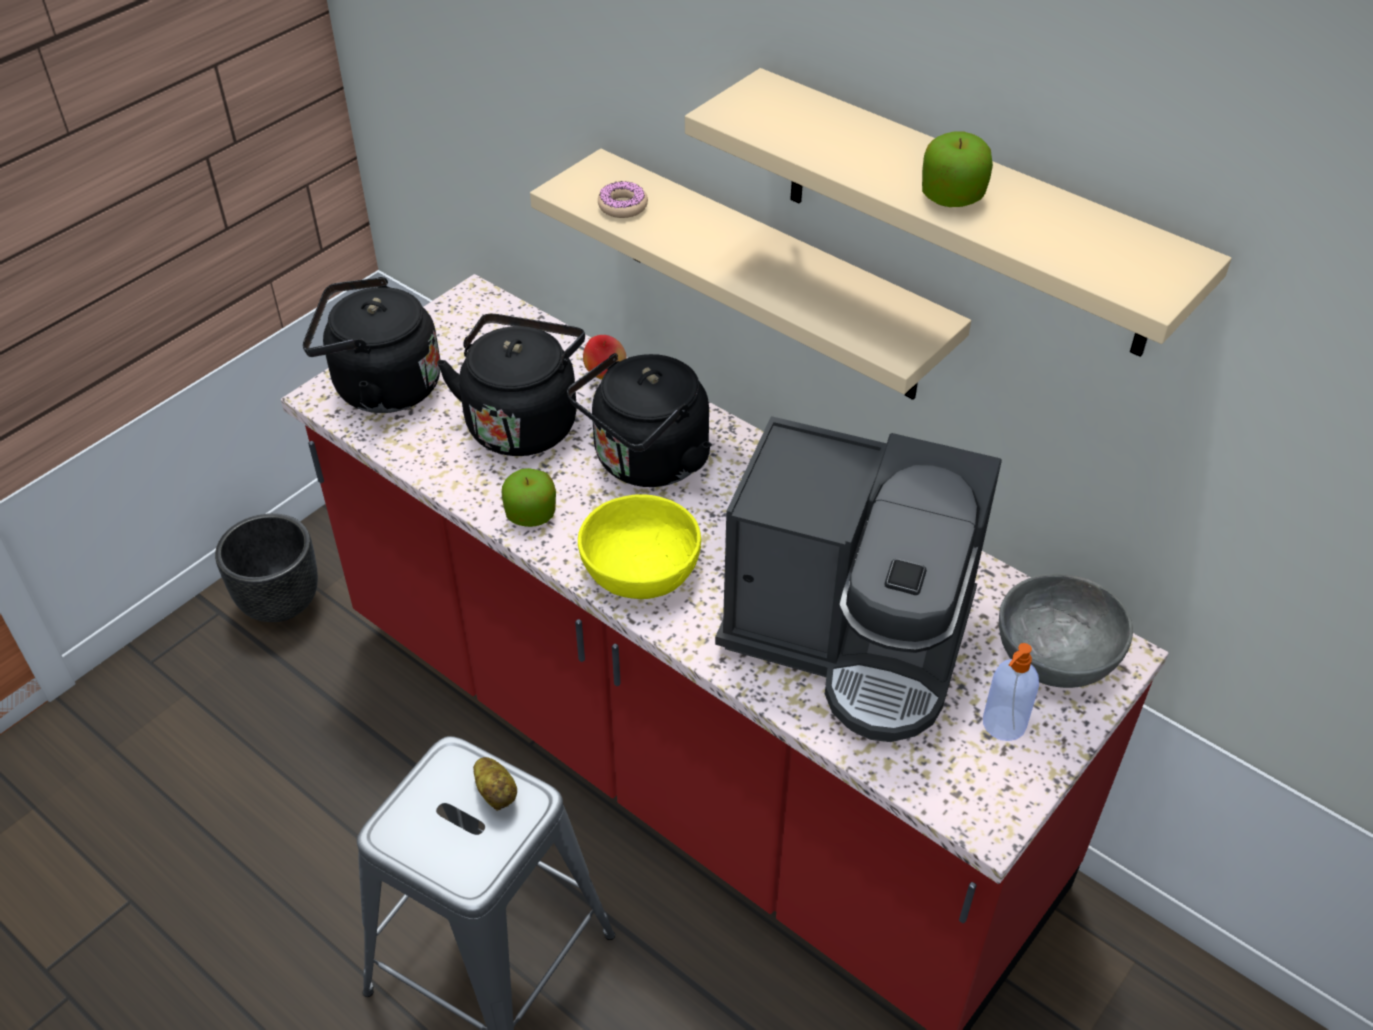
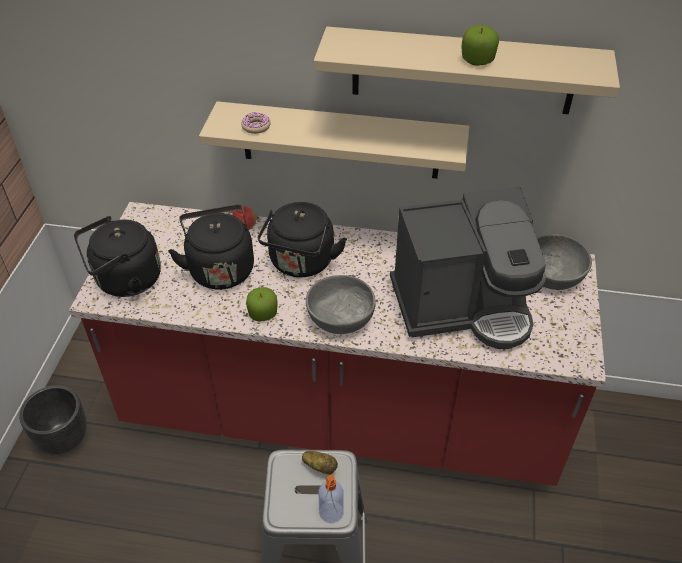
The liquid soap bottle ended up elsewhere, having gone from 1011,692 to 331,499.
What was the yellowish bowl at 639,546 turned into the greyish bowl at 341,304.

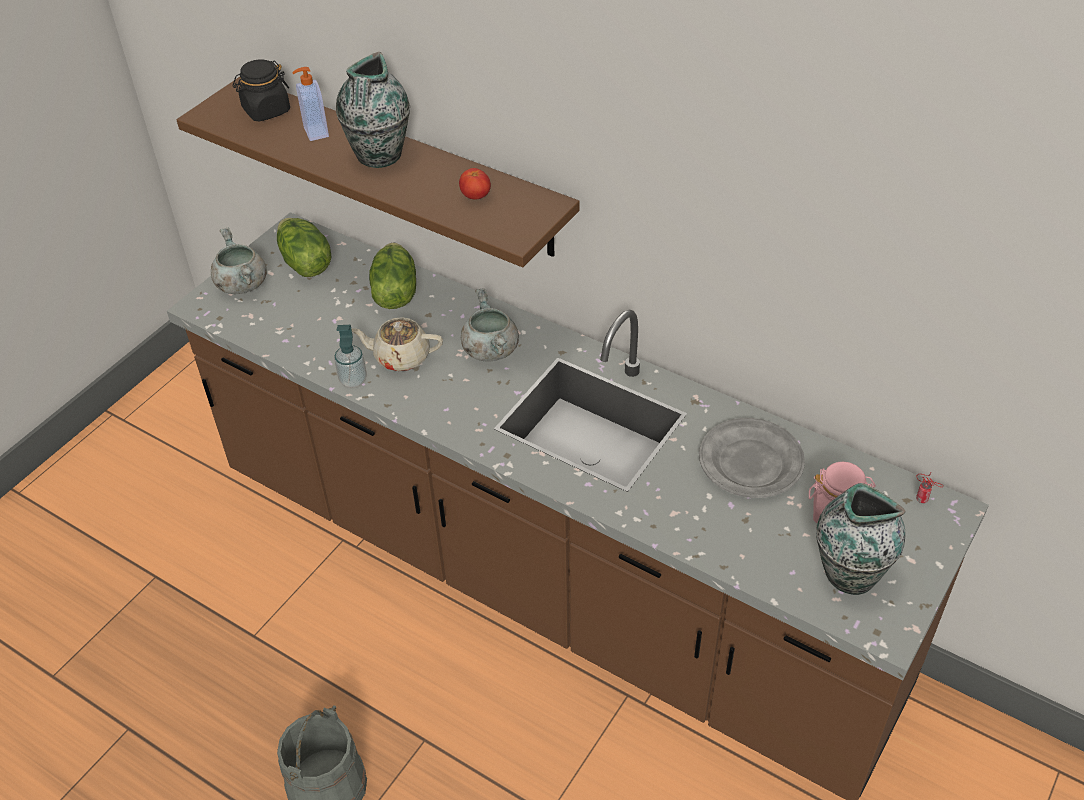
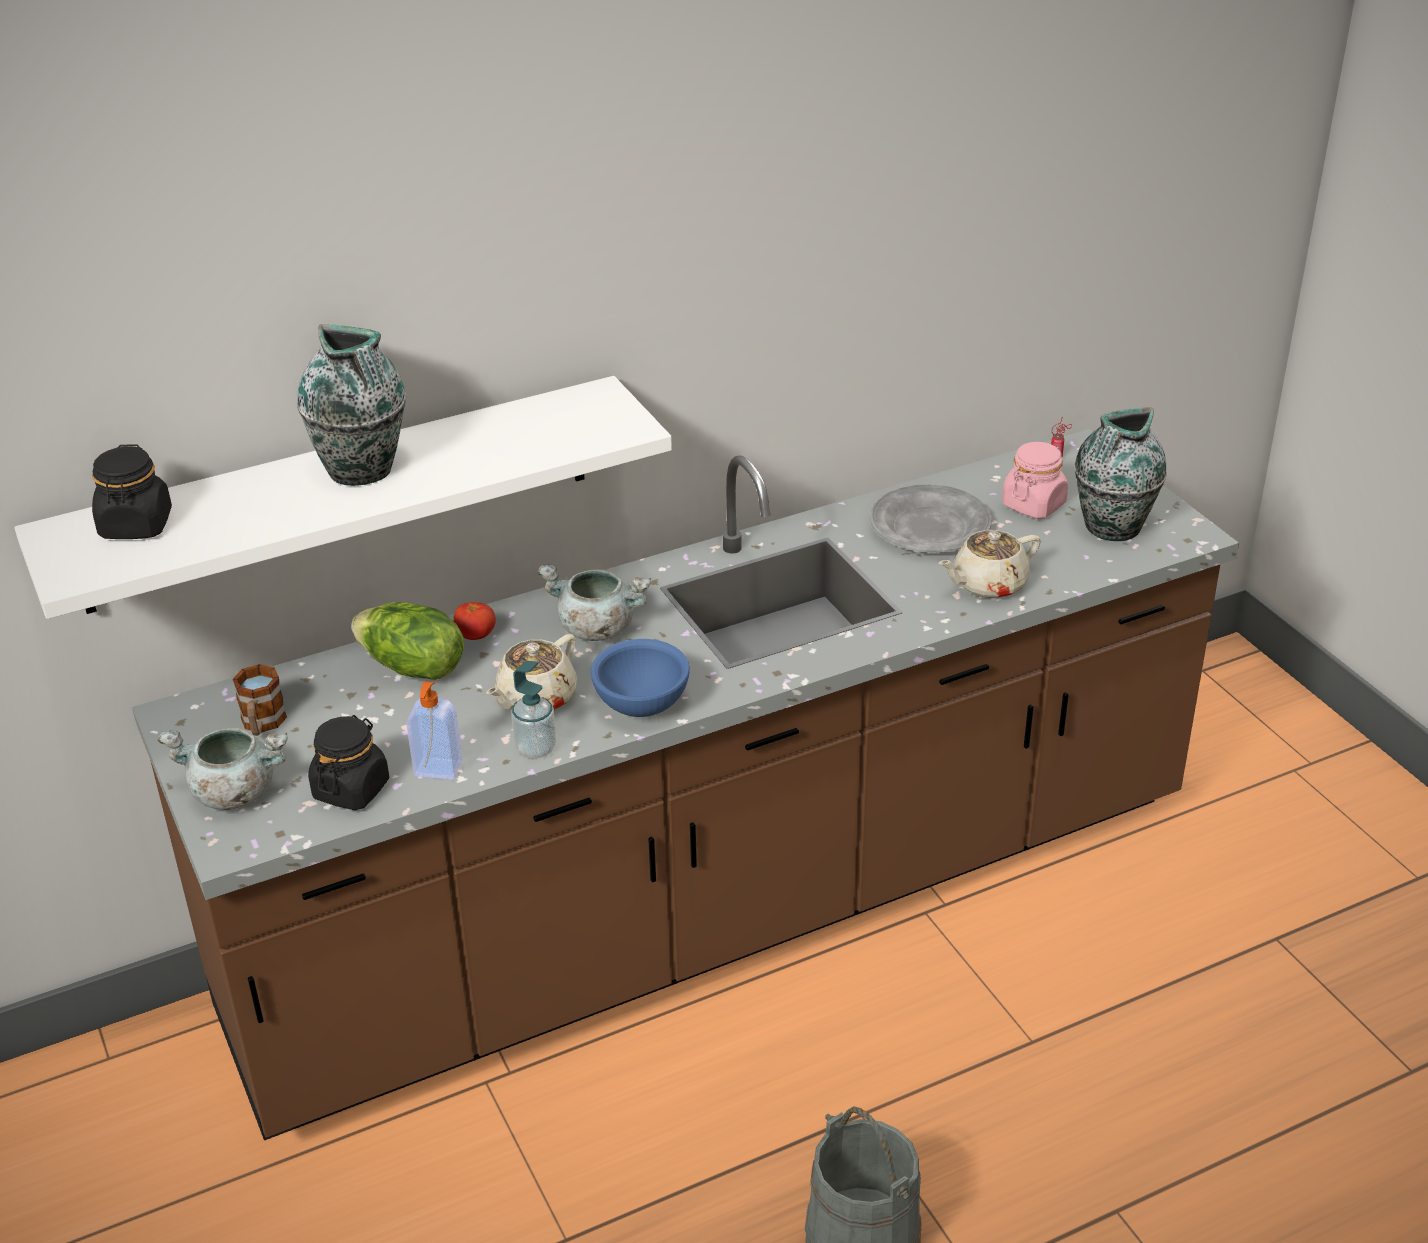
The second view gained the black jar at 348,762.
The second view gained the blue bowl at 640,678.
The second view gained the sand-coloured tea pot at 990,564.
The liquid soap bottle ended up elsewhere, having gone from 310,104 to 434,730.
The tomato ended up elsewhere, having gone from 475,183 to 475,621.
Where the head of lettuce stood at 304,247, the coffee mug came to stand at 260,700.
What was the brownish bracket shelf at 378,172 turned into the whitish bracket shelf at 343,497.

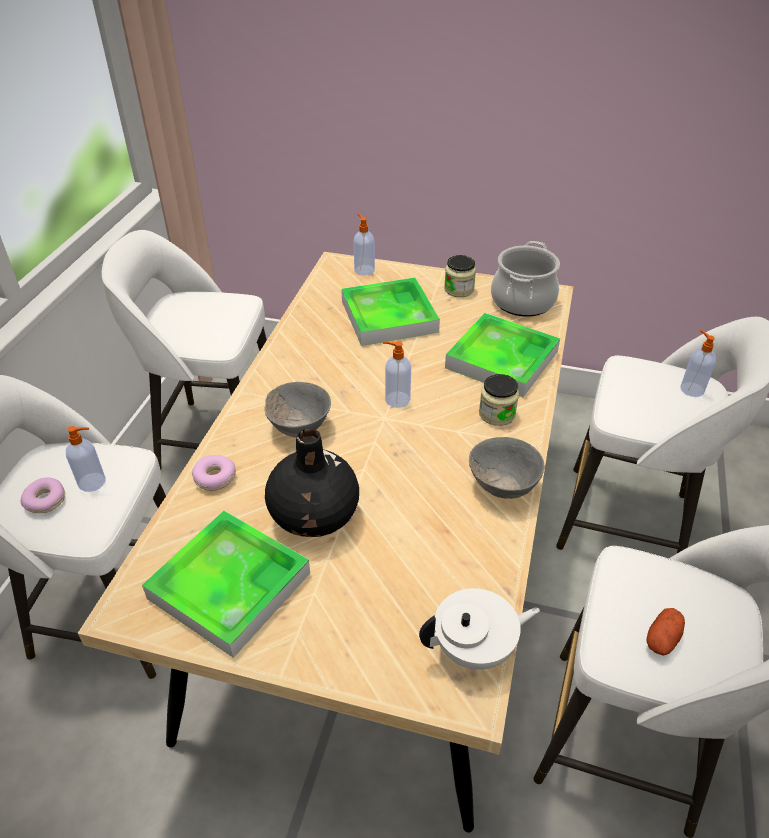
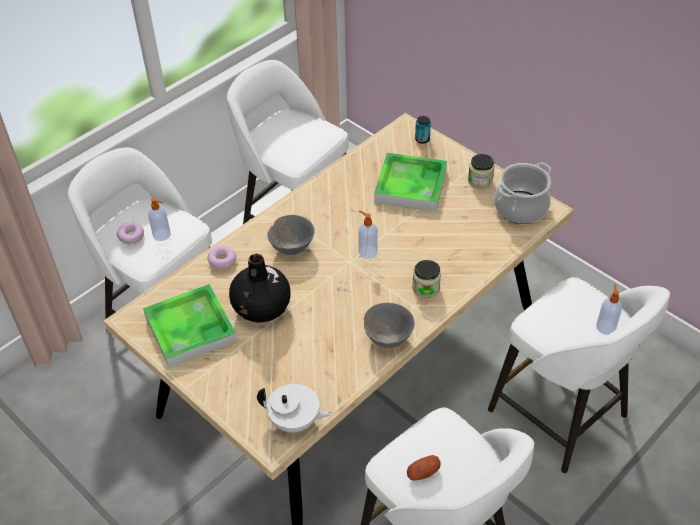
The second view lost the carrying tray at 502,355.
Where the liquid soap bottle stood at 364,245, the can came to stand at 423,130.

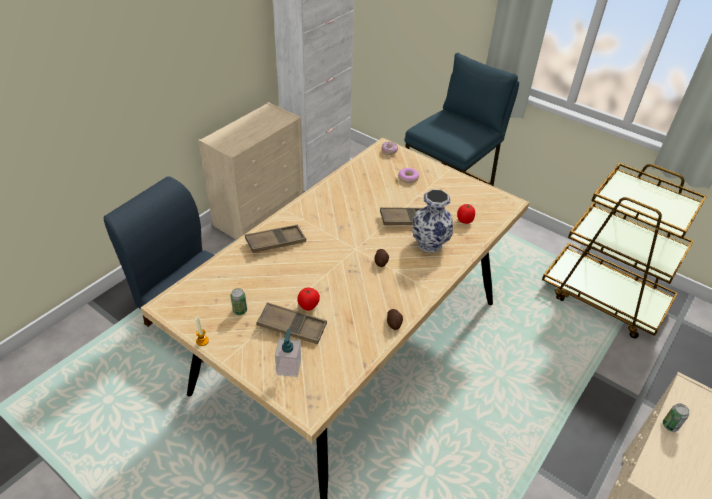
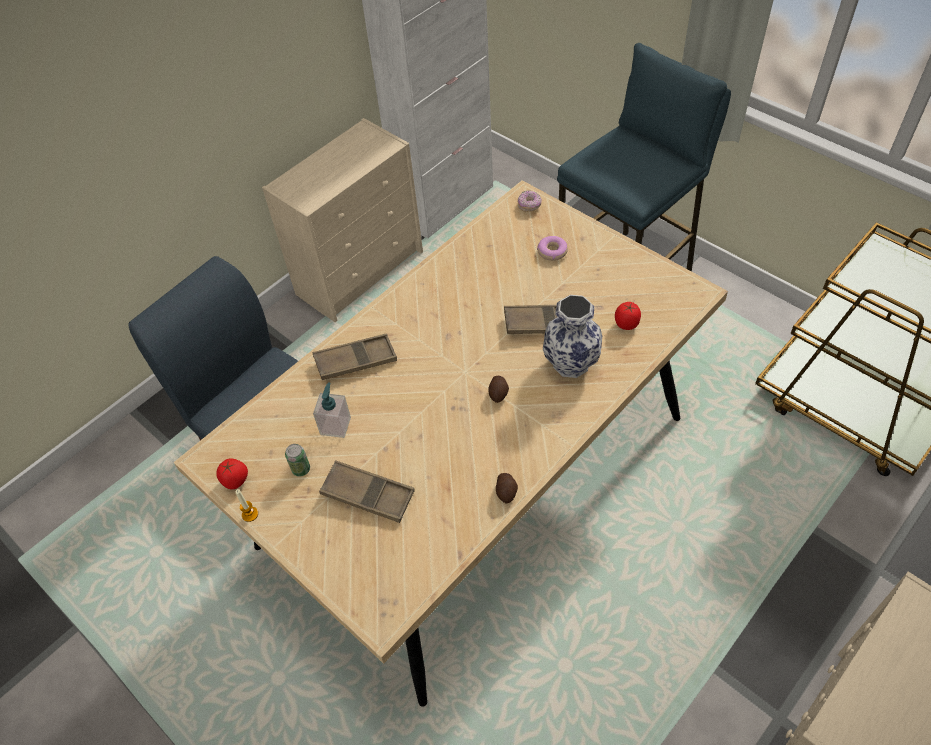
The second view lost the can at 676,417.
The liquid soap bottle ended up elsewhere, having gone from 288,353 to 332,410.
The tomato ended up elsewhere, having gone from 309,299 to 232,474.

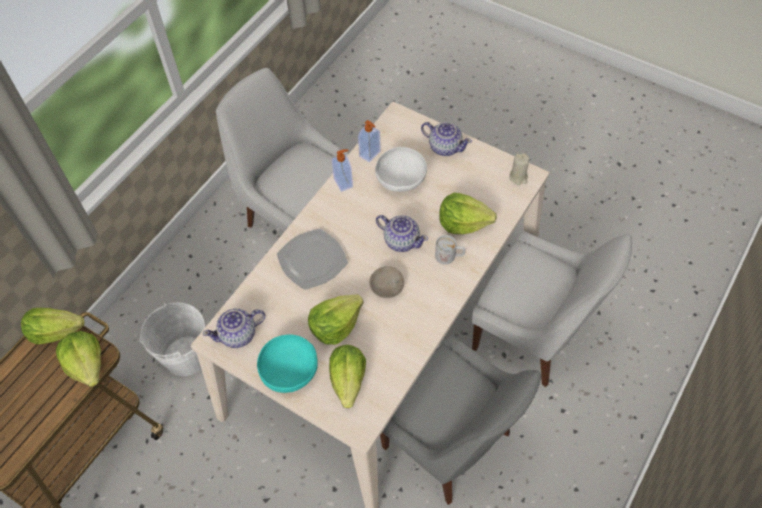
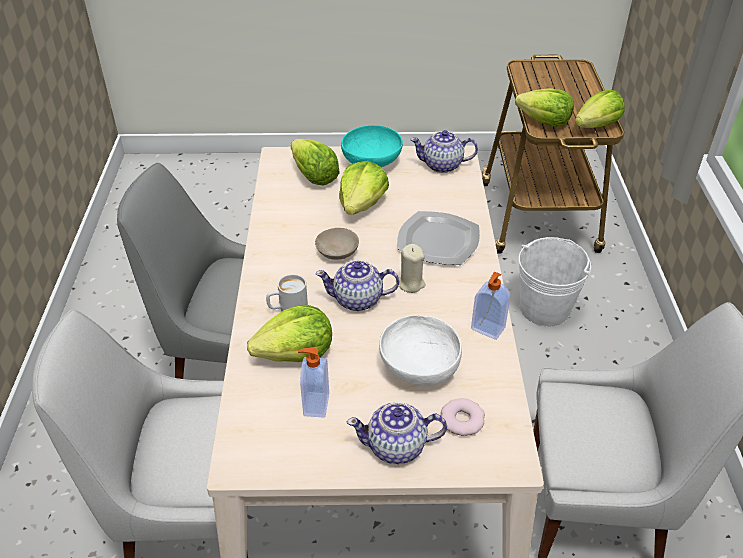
The second view gained the donut at 463,417.
The liquid soap bottle ended up elsewhere, having gone from 369,141 to 313,383.
The sand-coloured candle ended up elsewhere, having gone from 519,169 to 412,268.
The tea pot at 234,328 ended up facing another way, 120 degrees counterclockwise from before.

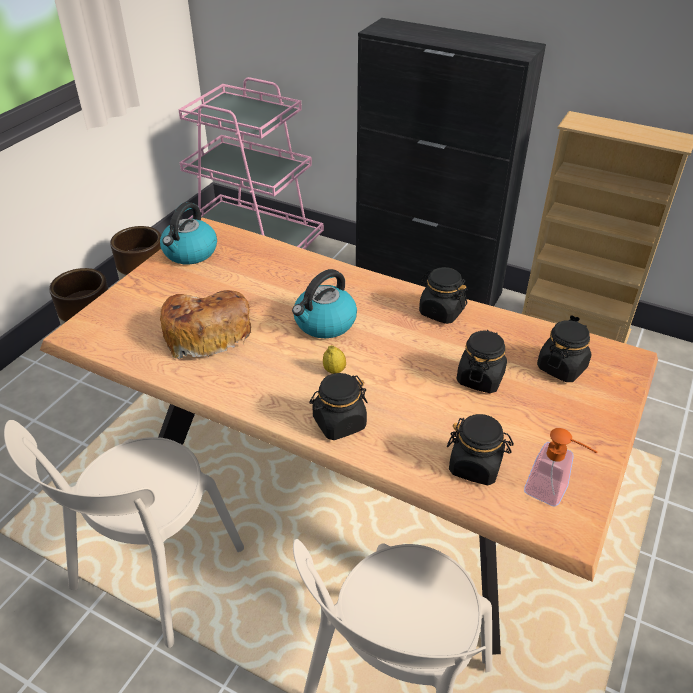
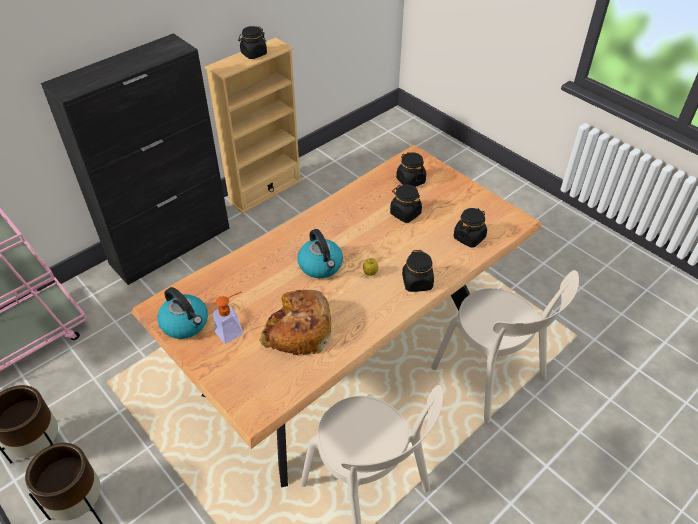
The black jar ended up elsewhere, having gone from 443,295 to 252,42.
The liquid soap bottle ended up elsewhere, having gone from 560,467 to 228,317.

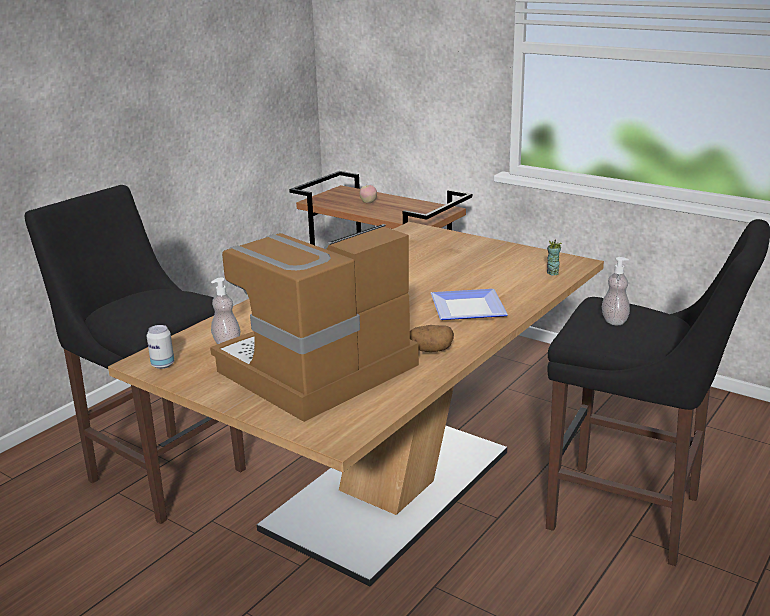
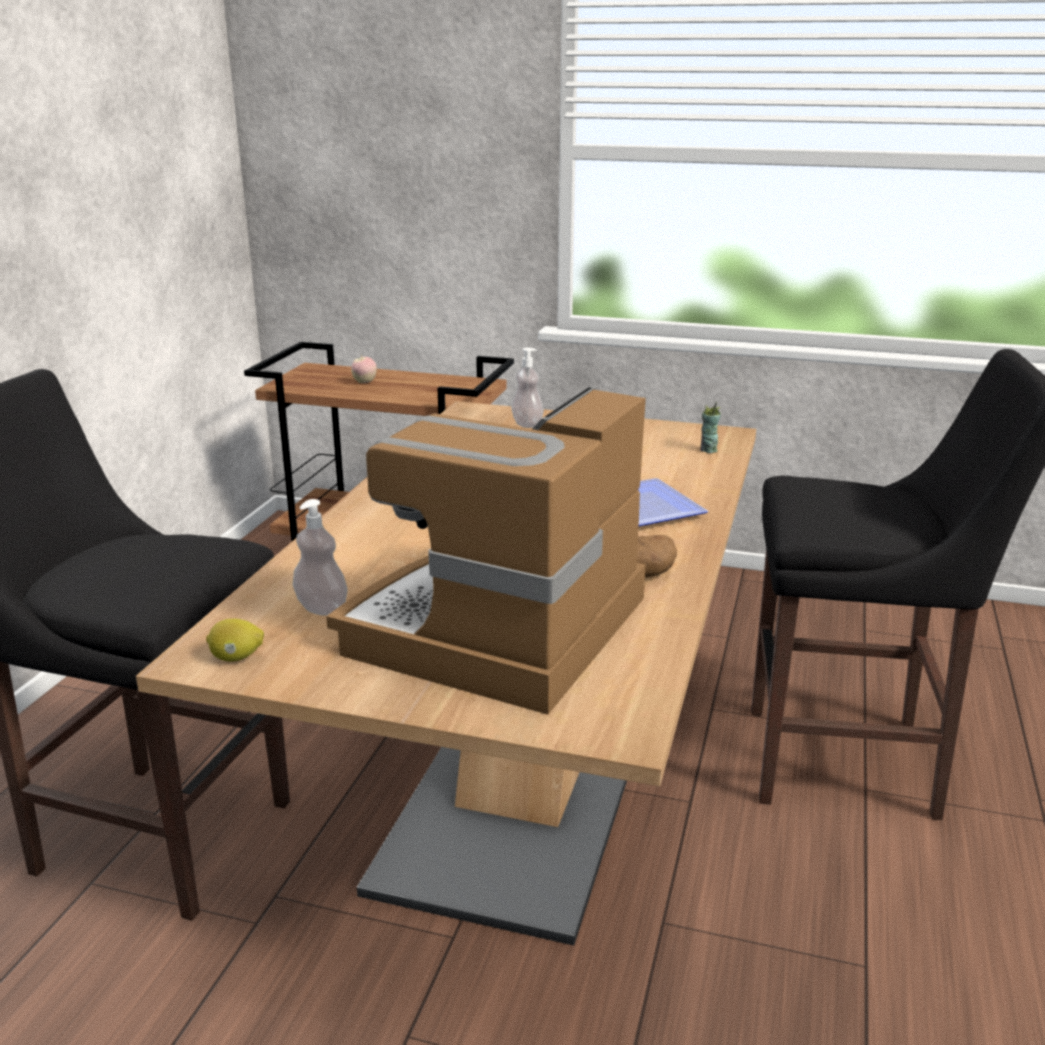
The liquid soap bottle ended up elsewhere, having gone from 616,291 to 527,388.
Where the can stood at 160,347, the whole lemon came to stand at 235,640.

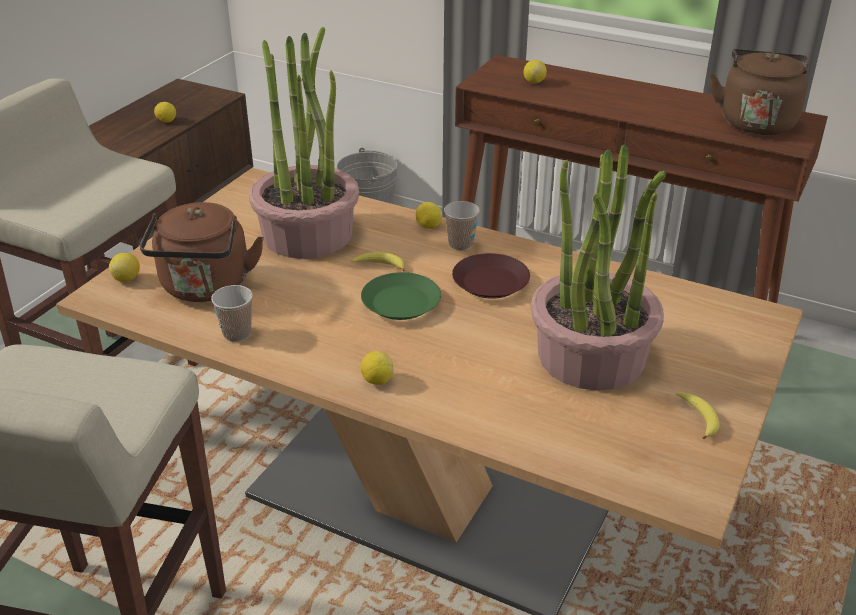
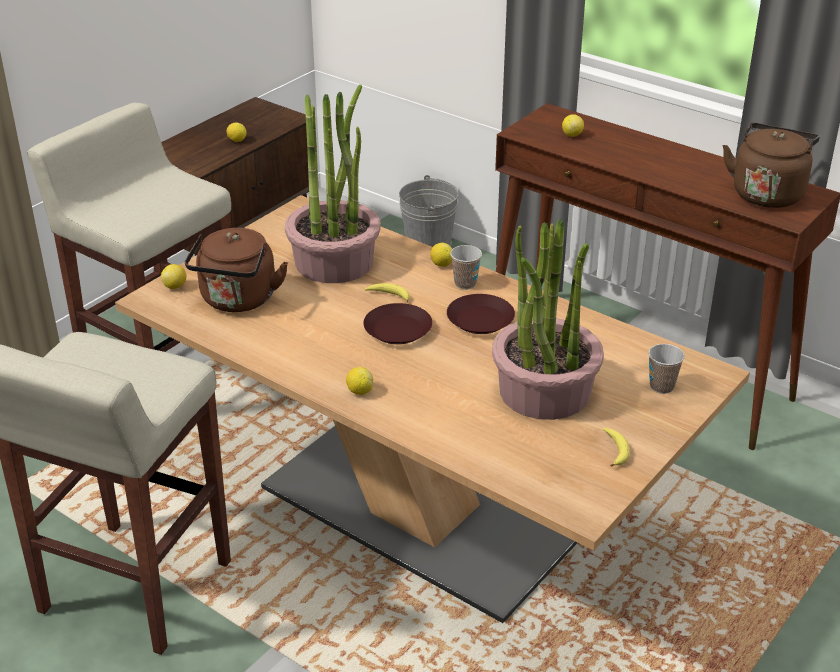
The cup ended up elsewhere, having gone from 232,313 to 666,369.
What was the green dinner plate at 401,296 turned into the brownish dinner plate at 397,323.

